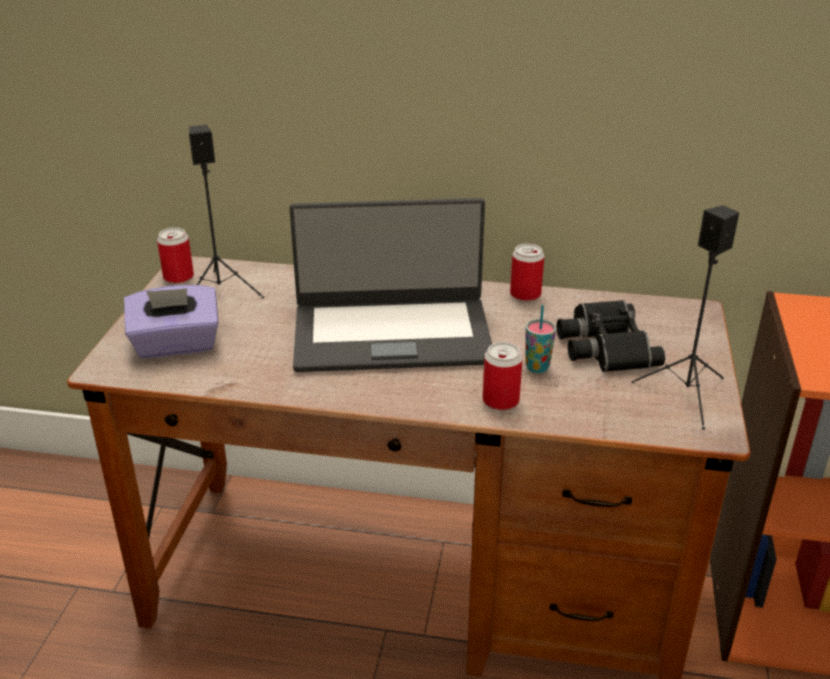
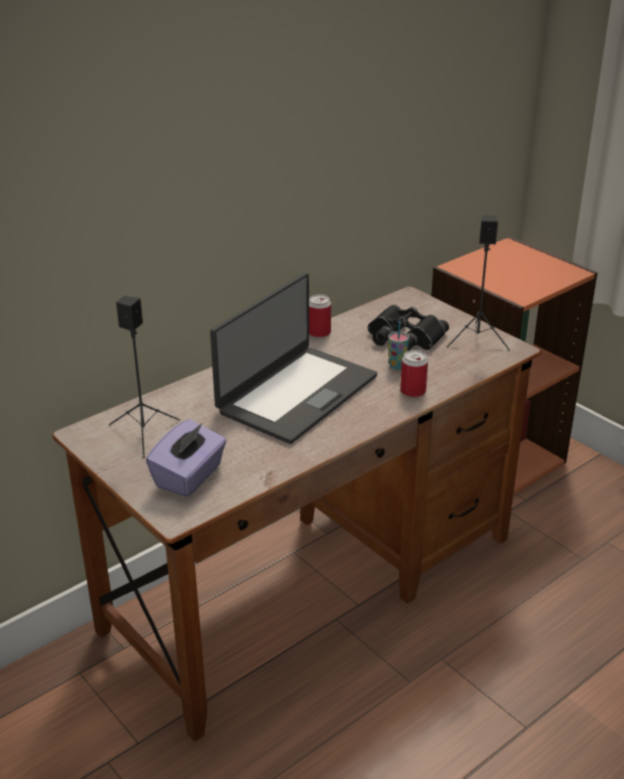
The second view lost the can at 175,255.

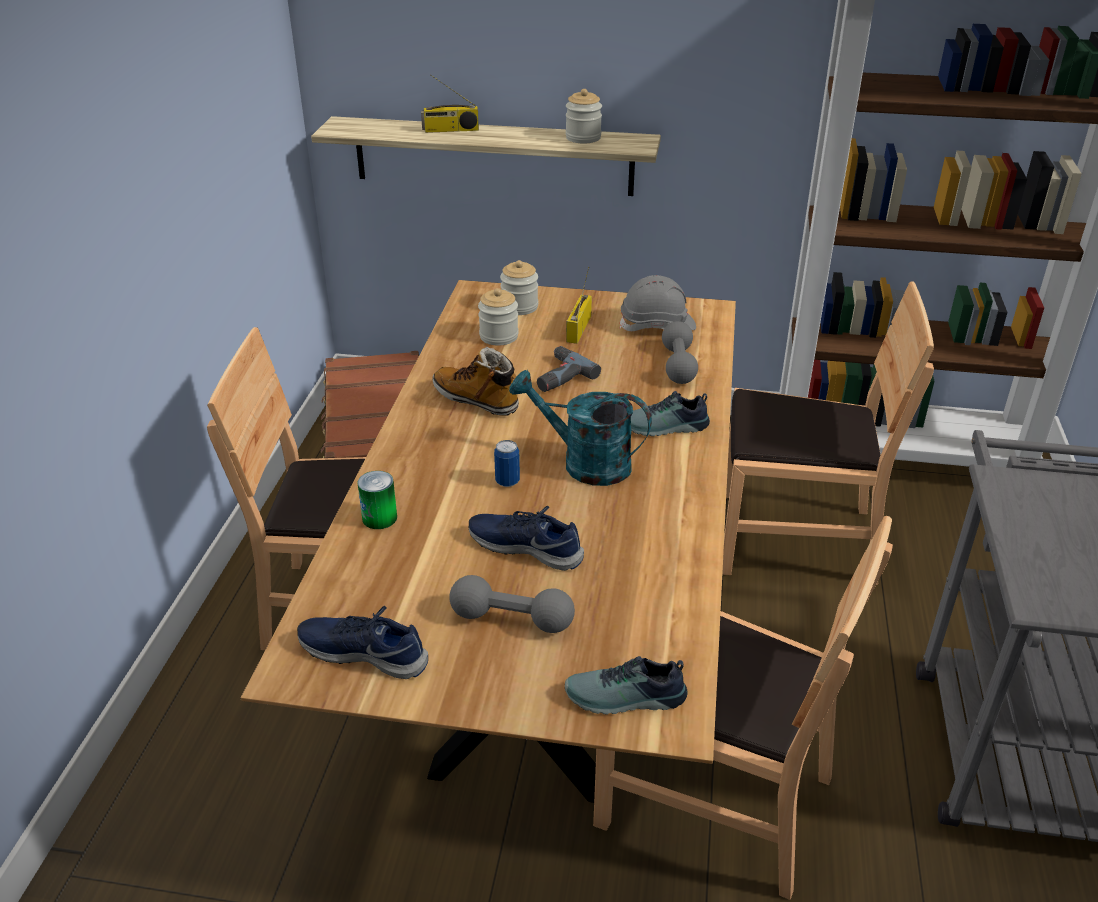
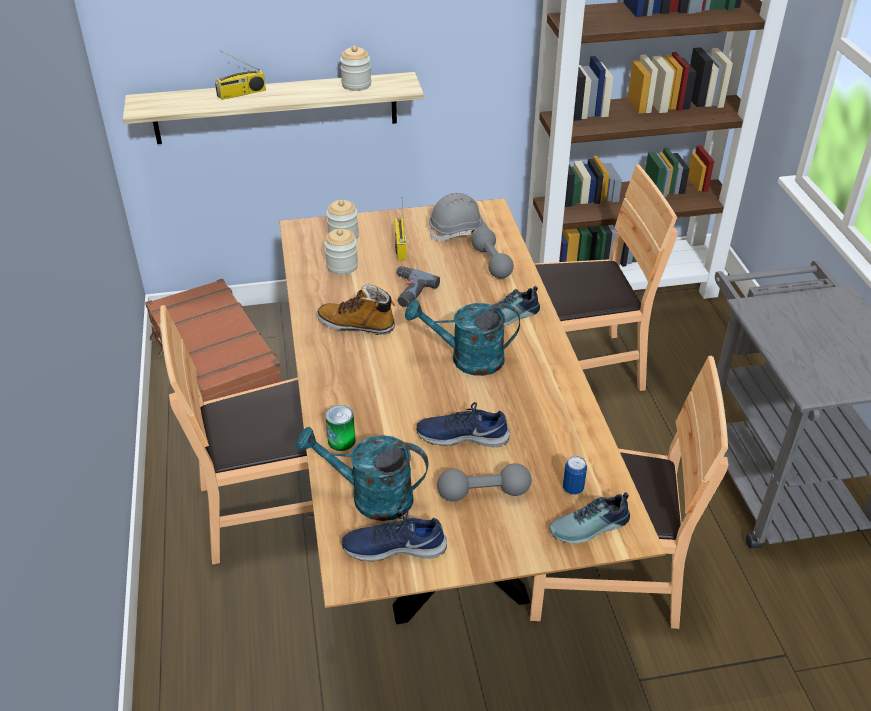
The second view gained the turquoise watering can at 362,474.
The can ended up elsewhere, having gone from 507,463 to 575,475.

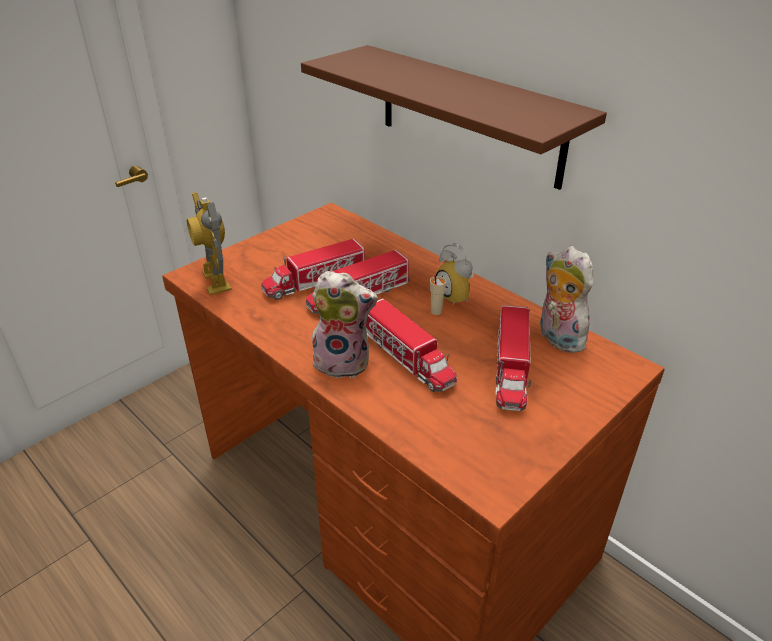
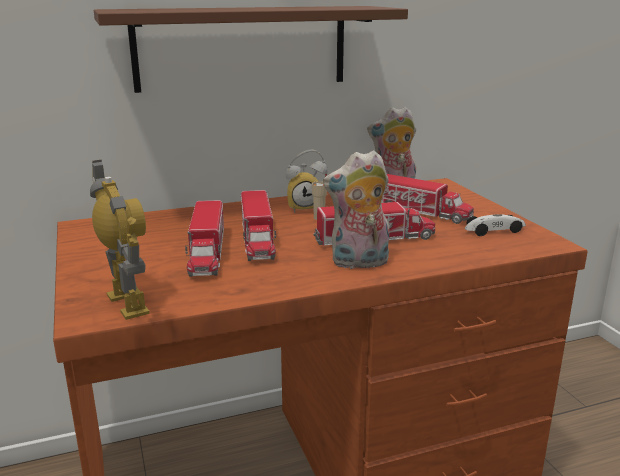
The second view gained the model car at 495,225.
The toy robot at 209,243 ended up facing another way, 120 degrees counterclockwise from before.
The cuddly toy at 345,324 ended up facing another way, 135 degrees counterclockwise from before.

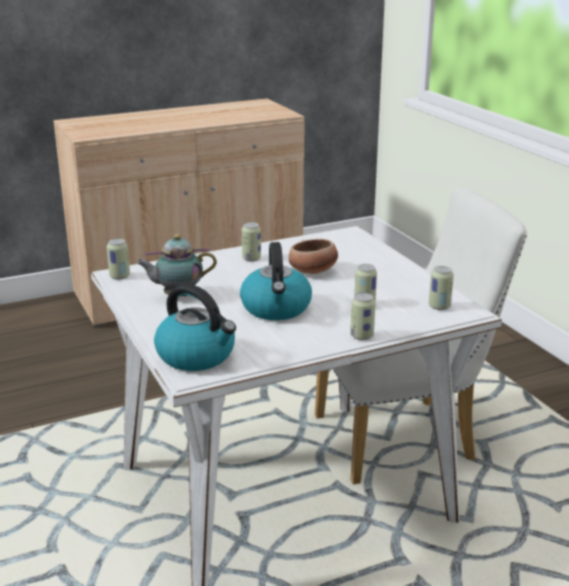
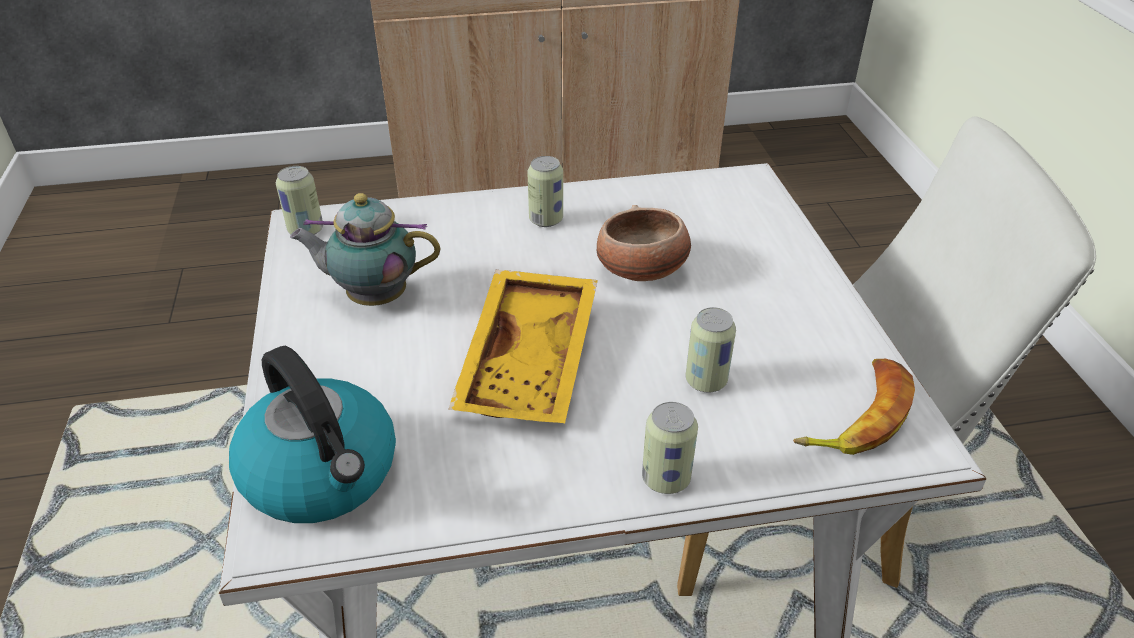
Where the kettle stood at 276,281, the yellowish carrying tray came to stand at 523,346.
Where the can stood at 441,288, the banana came to stand at 854,407.

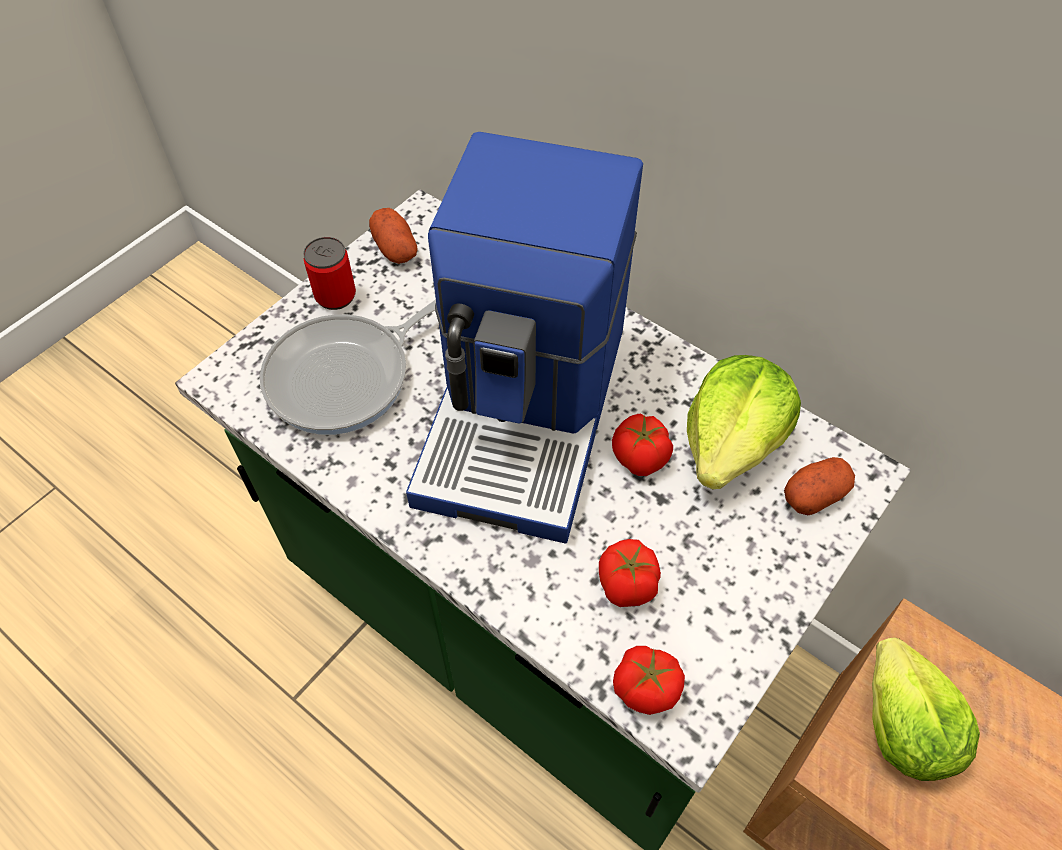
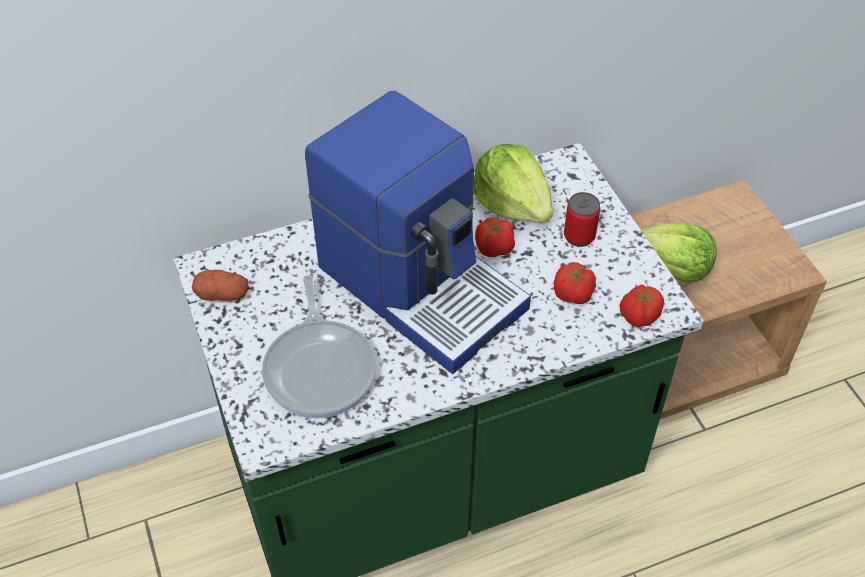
The second view lost the potato at 819,486.
The can ended up elsewhere, having gone from 329,273 to 582,219.

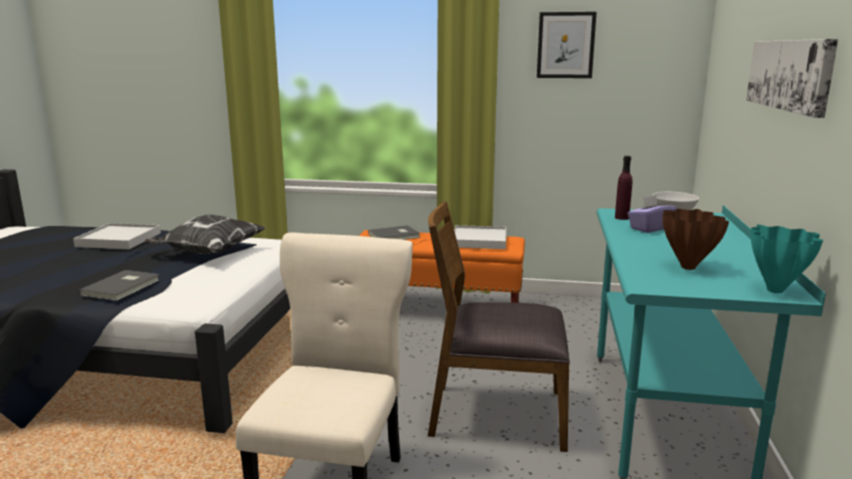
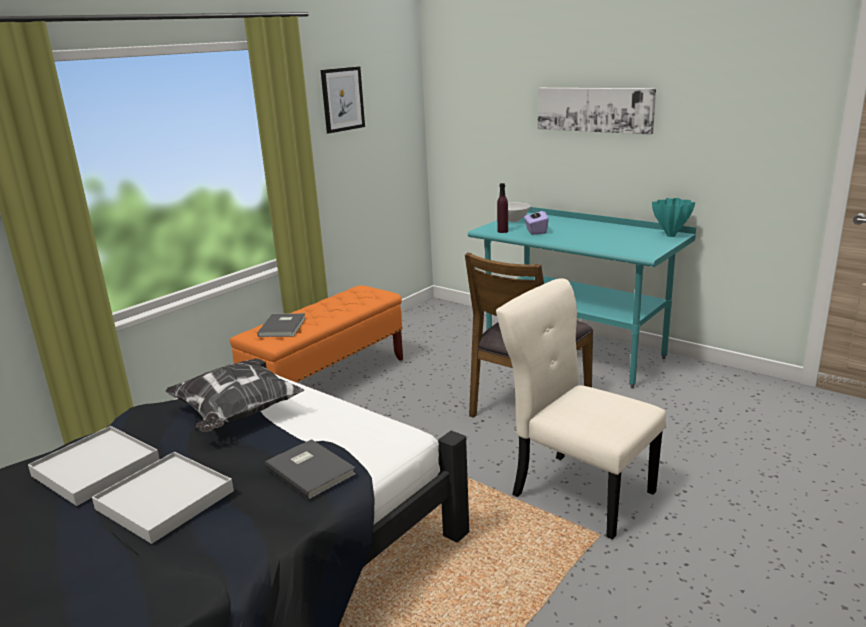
The second view lost the brownish flower vase at 695,239.
The whitish carrying tray ended up elsewhere, having gone from 480,237 to 163,498.

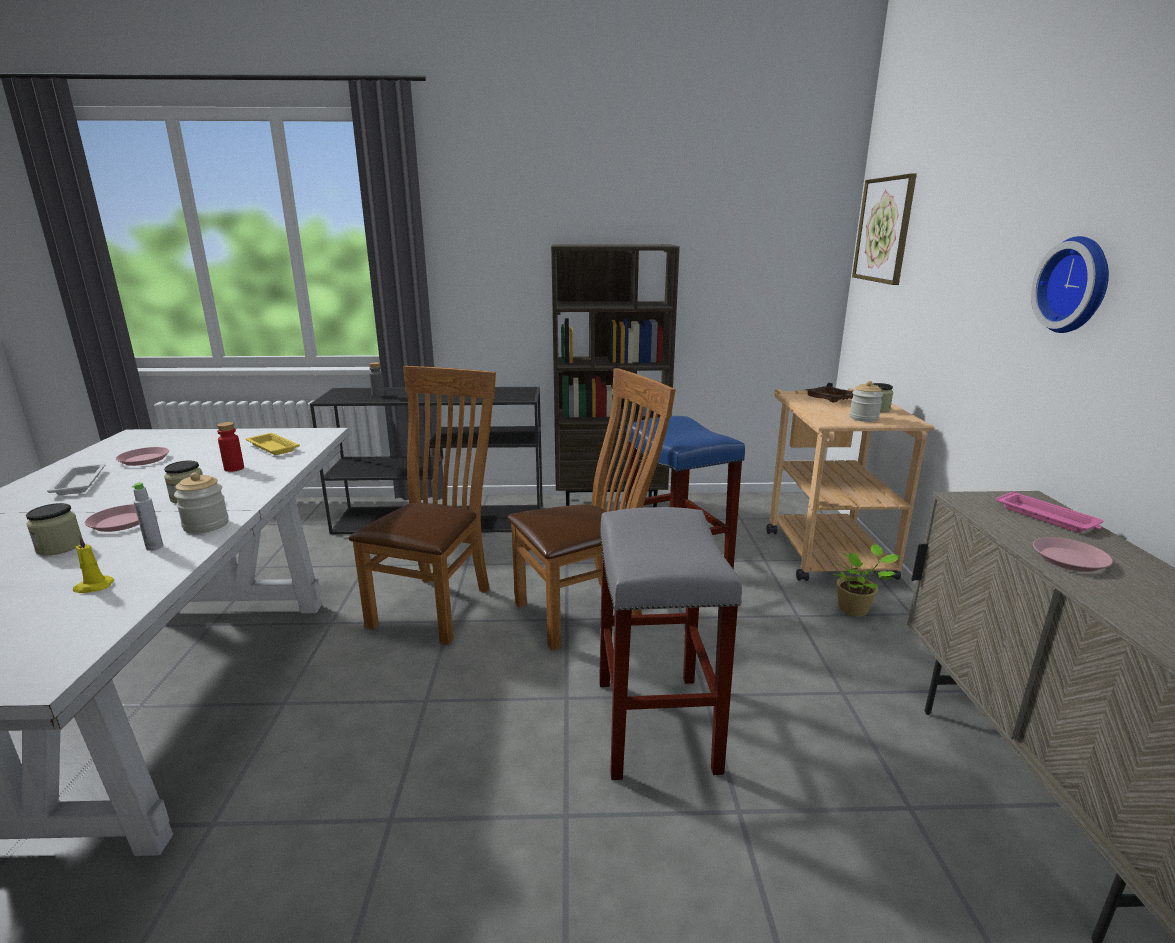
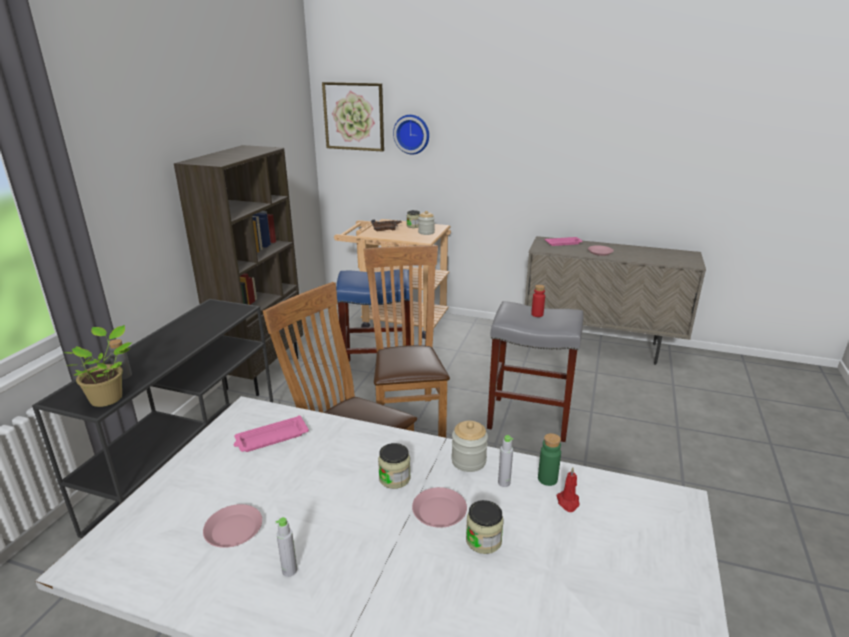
The second view gained the green drink bottle at 549,459.
The reddish drink bottle ended up elsewhere, having gone from 230,447 to 538,301.
The plant in a pot ended up elsewhere, having gone from 867,580 to 98,366.
The hanging clock ended up elsewhere, having gone from 1070,284 to 411,135.
Where the whitish carrying tray stood at 76,479, the greyish drink bottle came to stand at 286,547.
What was the yellowish candle at 93,564 turned into the reddish candle at 568,489.
What was the yellowish carrying tray at 273,444 turned into the pink carrying tray at 271,433.

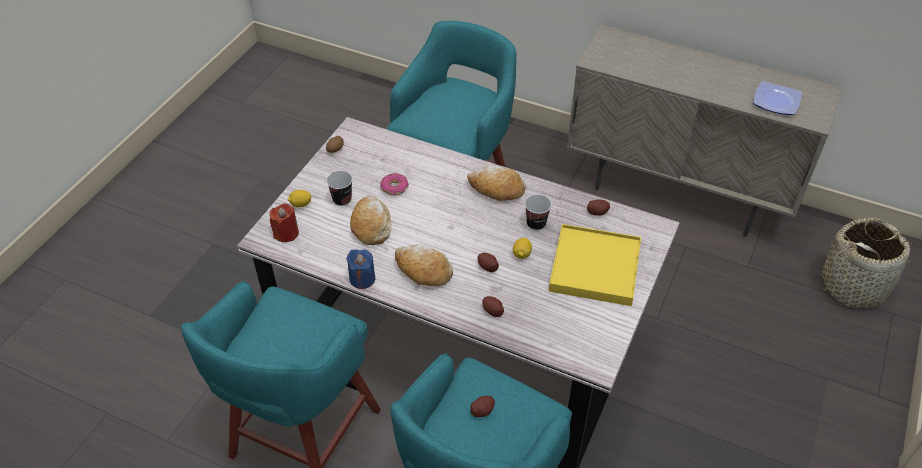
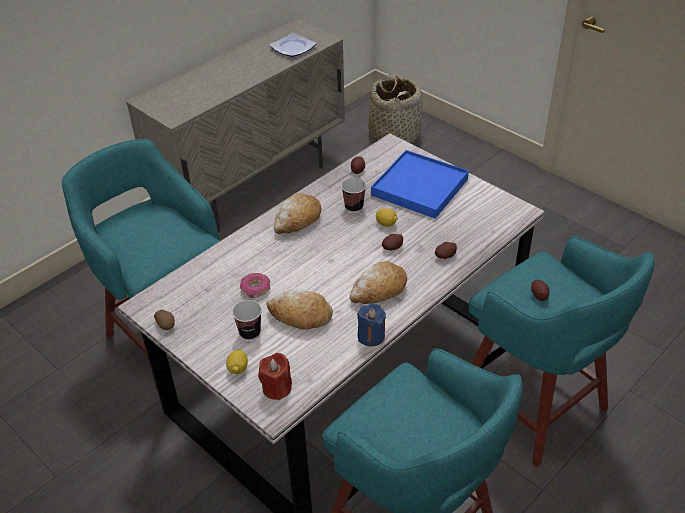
What was the yellowish carrying tray at 595,265 turned into the blue carrying tray at 420,184.

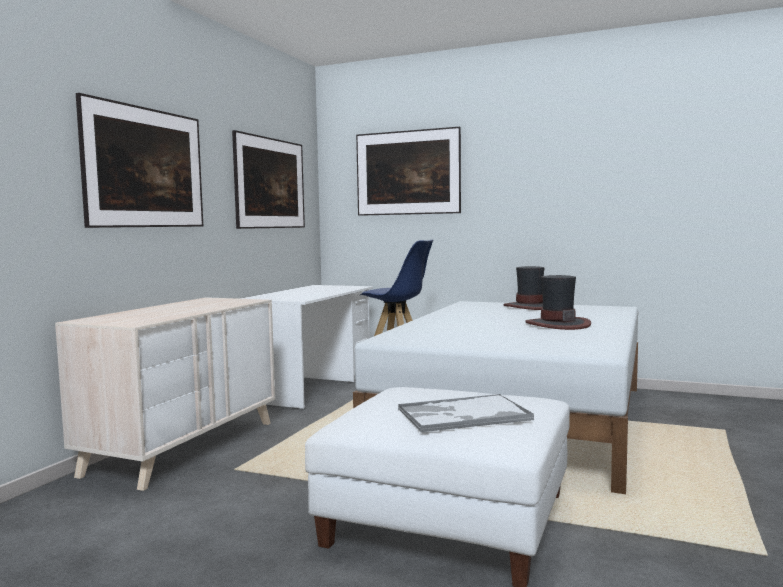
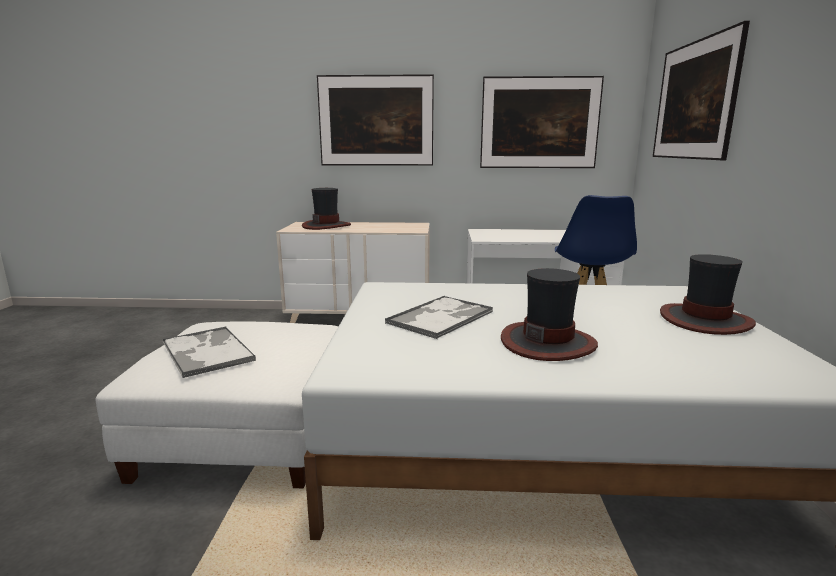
The second view gained the hat at 326,209.
The second view gained the carrying tray at 439,317.

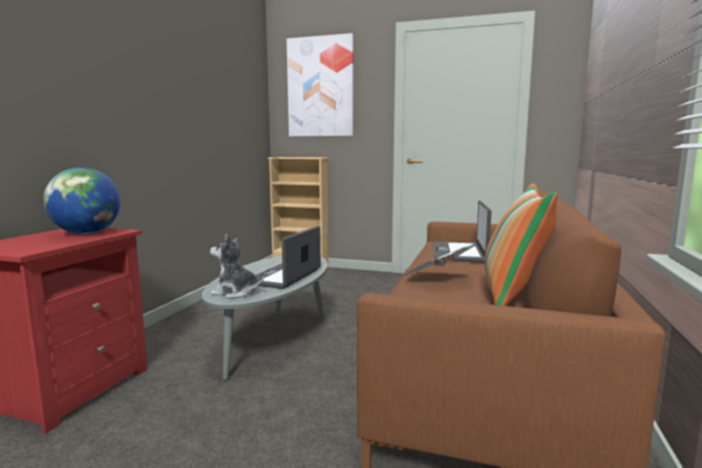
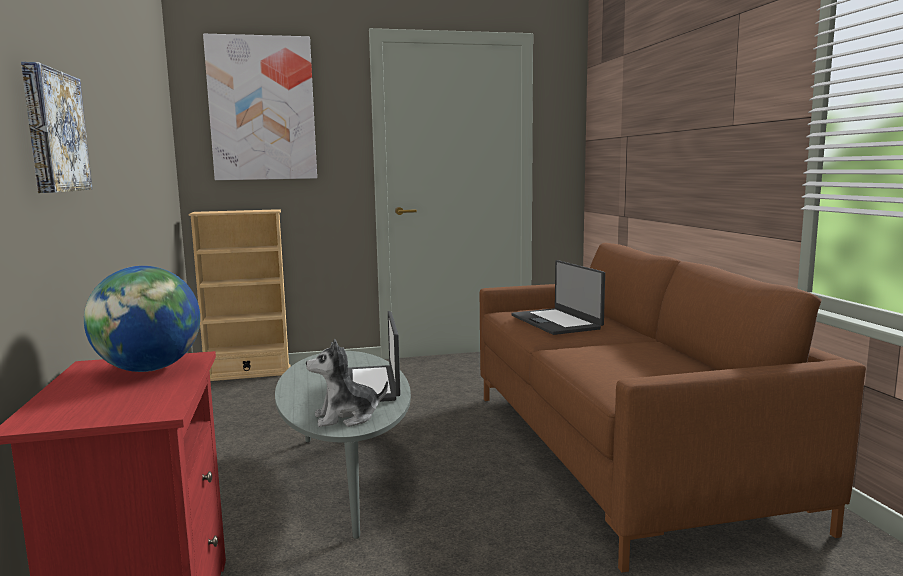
The second view lost the daily paper at 439,259.
The second view lost the pillow at 521,244.
The second view gained the wall art at 57,127.

